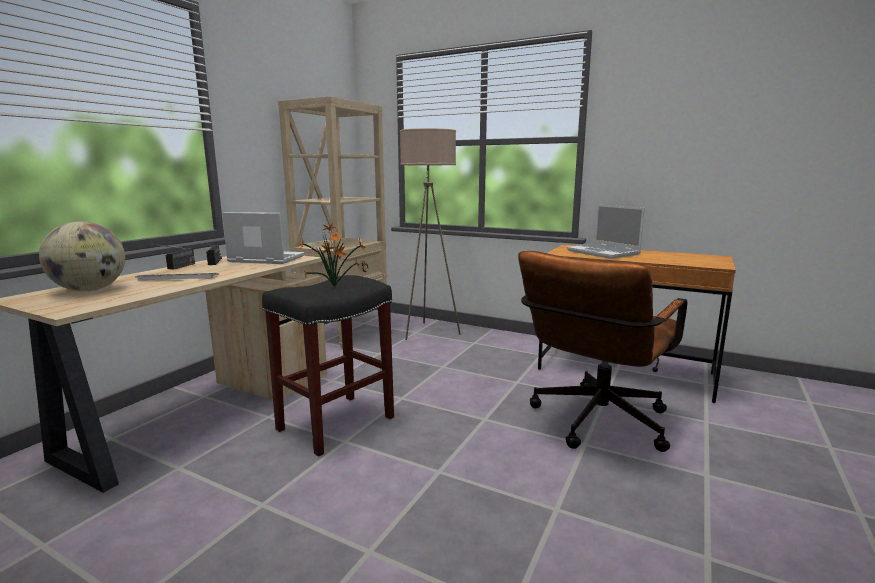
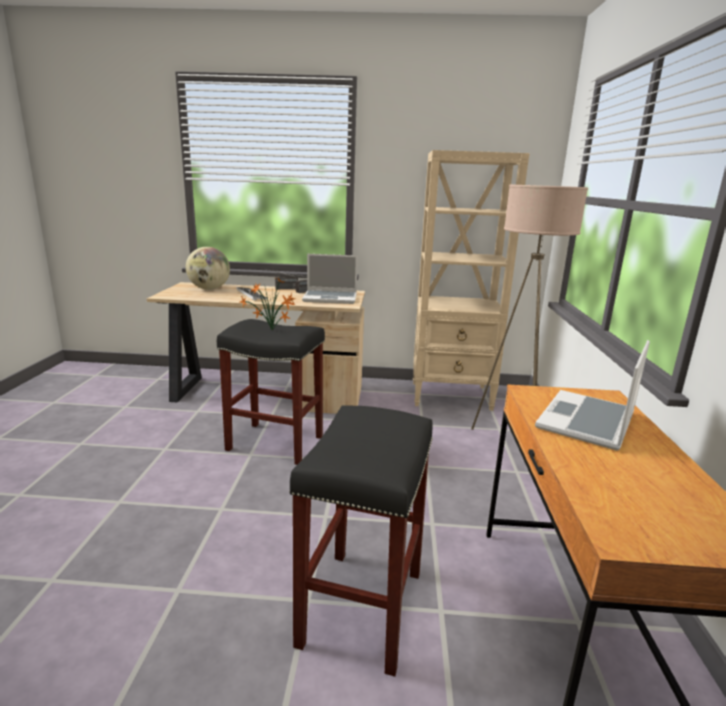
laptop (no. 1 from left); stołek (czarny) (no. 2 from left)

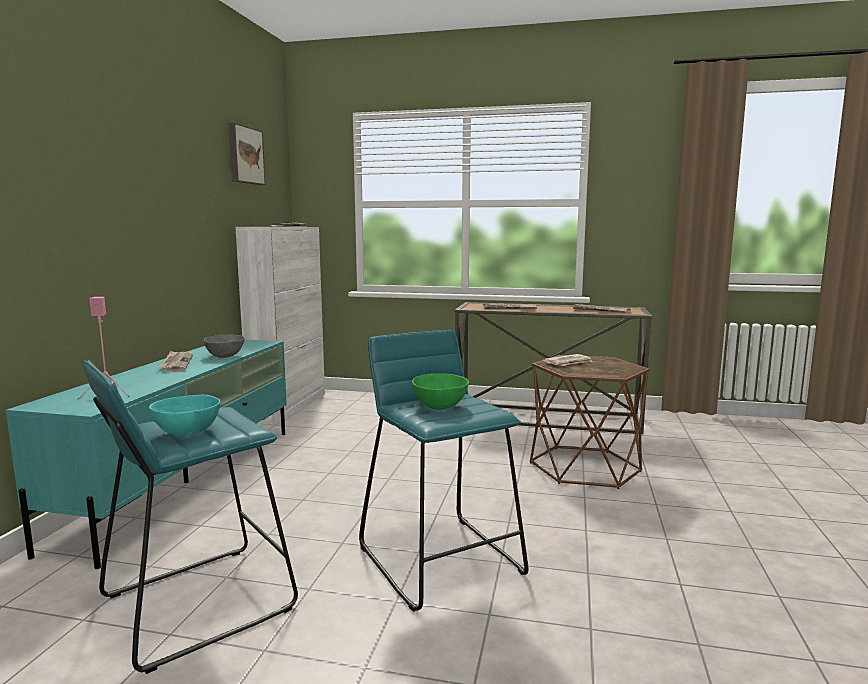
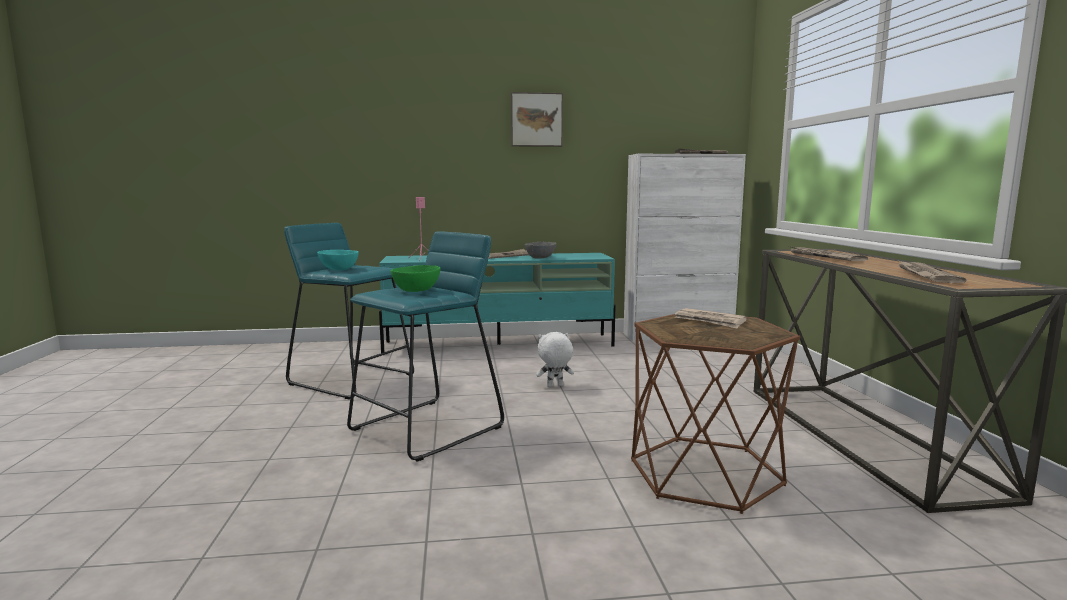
obraz; pluszak (biały)

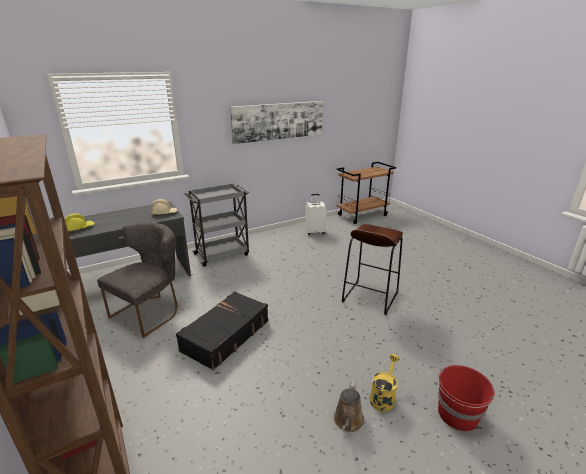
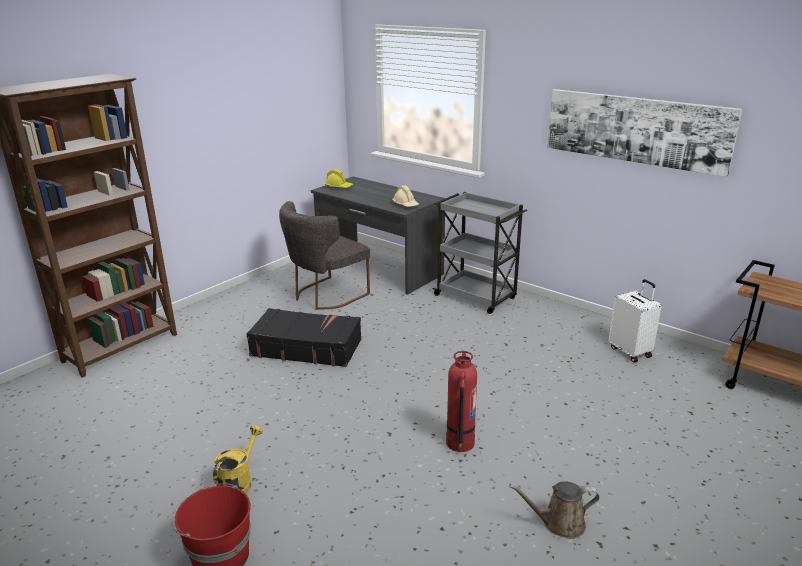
krzesło (szary); gaśnica; konewka (żółty); konewka (brązowy)

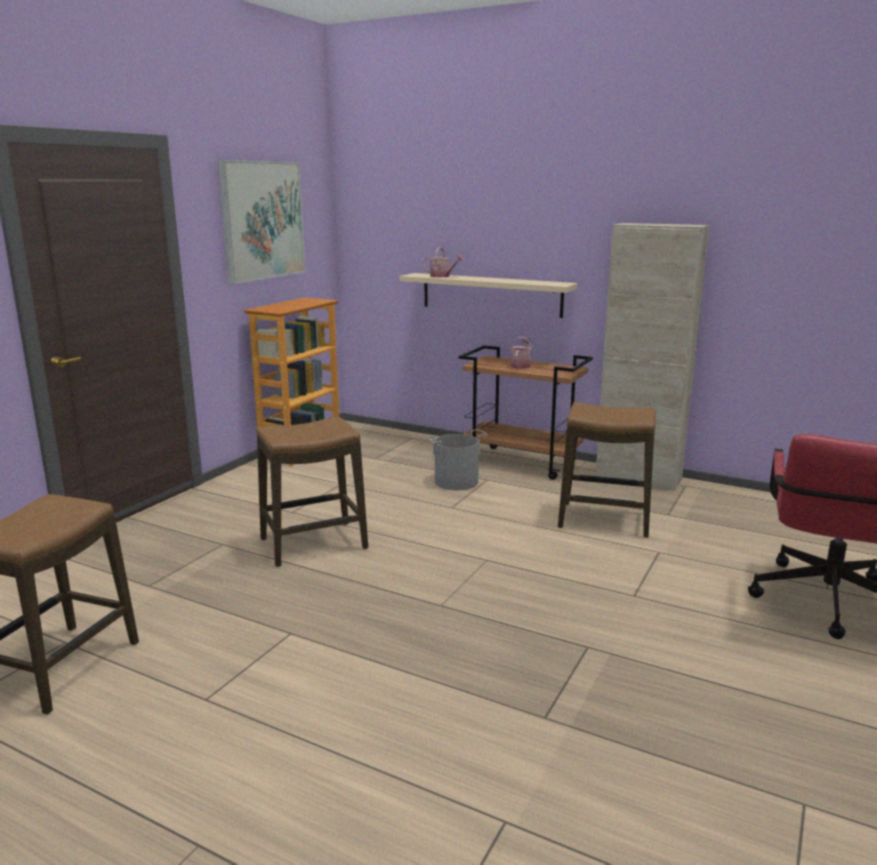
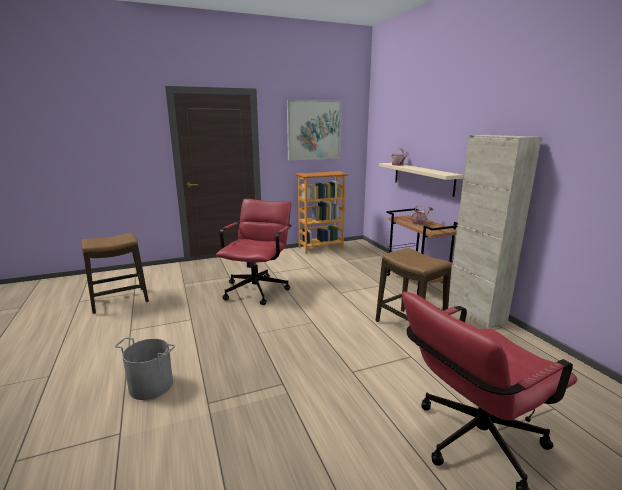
krzesło biurowe (czerwony) (no. 1 from left); wiadro (szary)

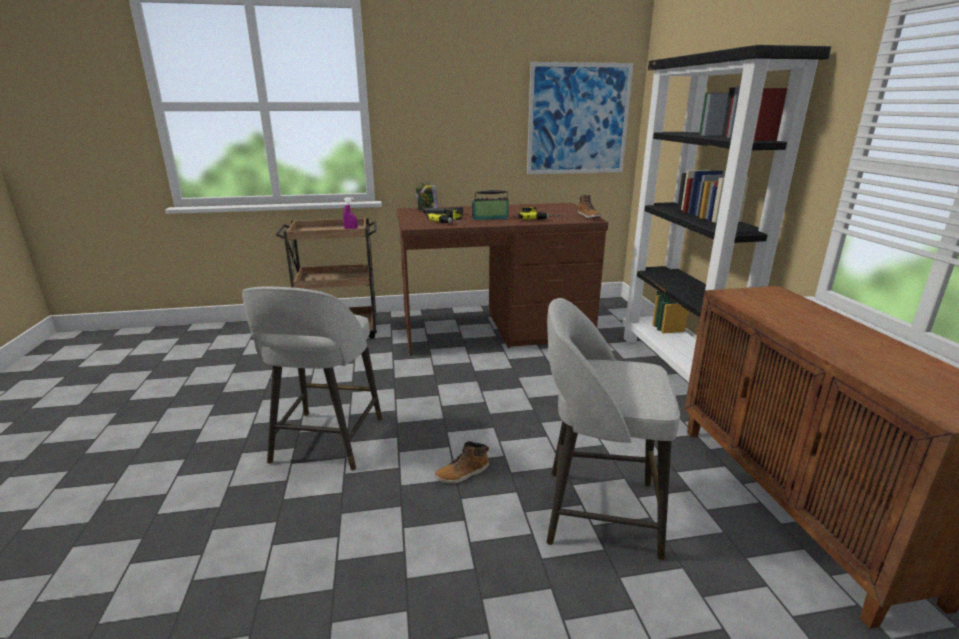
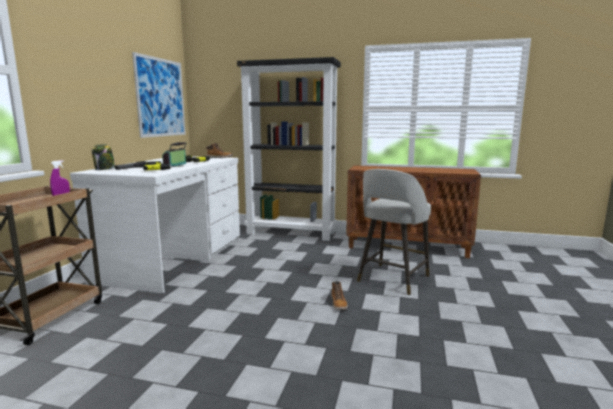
biurko (biały); stołek (szary) (no. 1 from left in the first image)

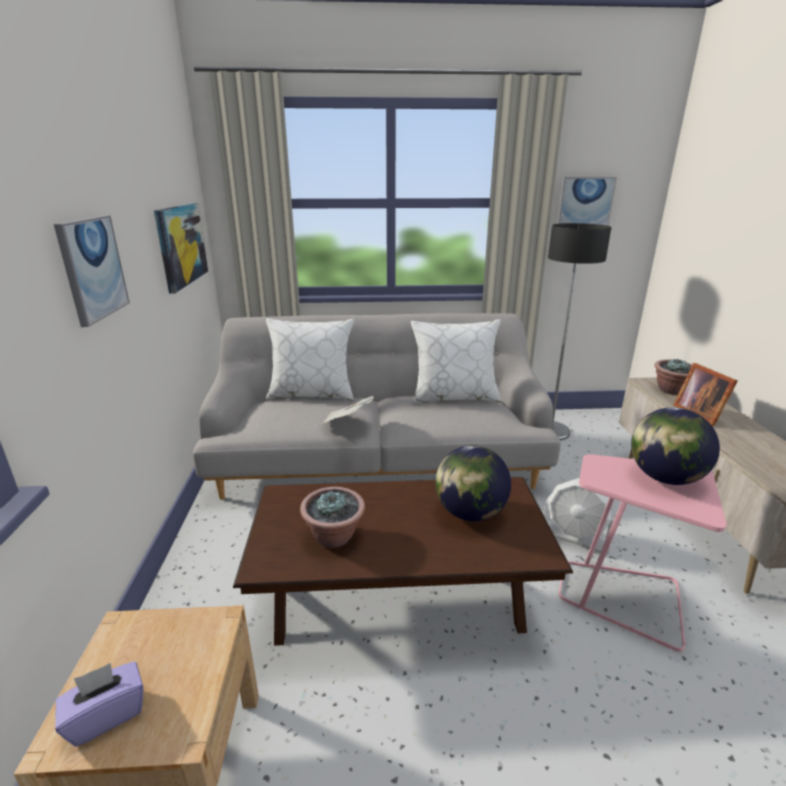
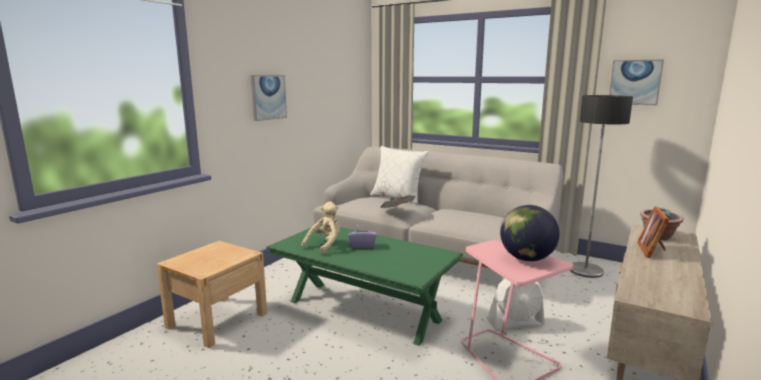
obraz (no. 2 from left in the first image); poduszka (biały) (no. 2 from left in the first image); globus (no. 1 from left in the first image); ława (zielony); wentylator (biały); pluszak (beżowy); pudełko chusteczek (fioletowy)

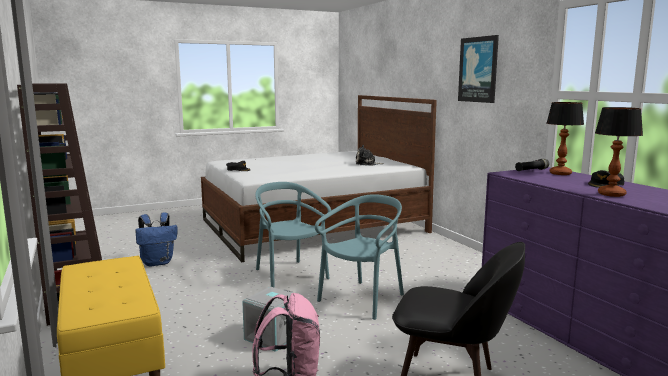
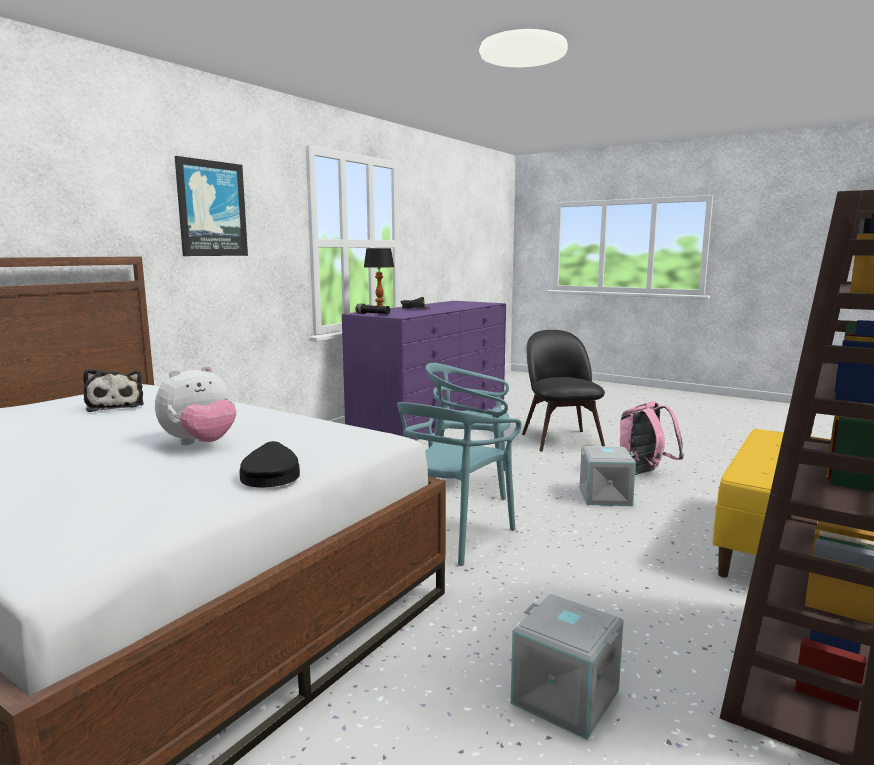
lampa stołowa (no. 2 from left in the first image); pojemnik do przechowywania (szary) (no. 1 from left); pluszak (no. 2 from left)

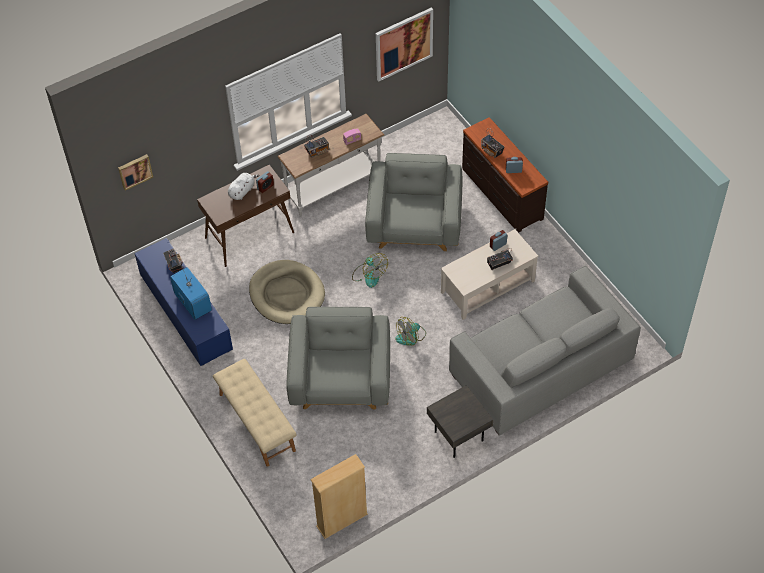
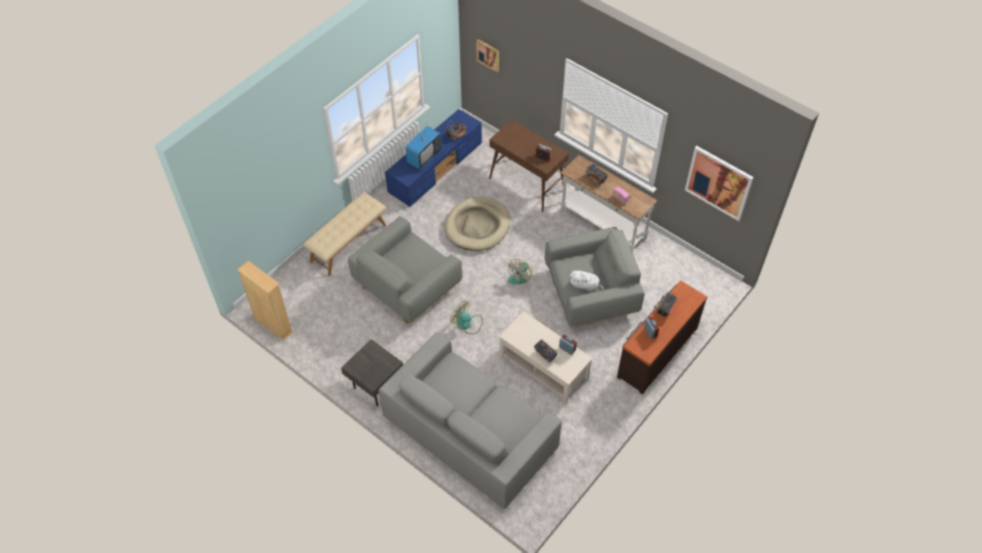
pluszak (biały); fotel (szary) (no. 1 from left)

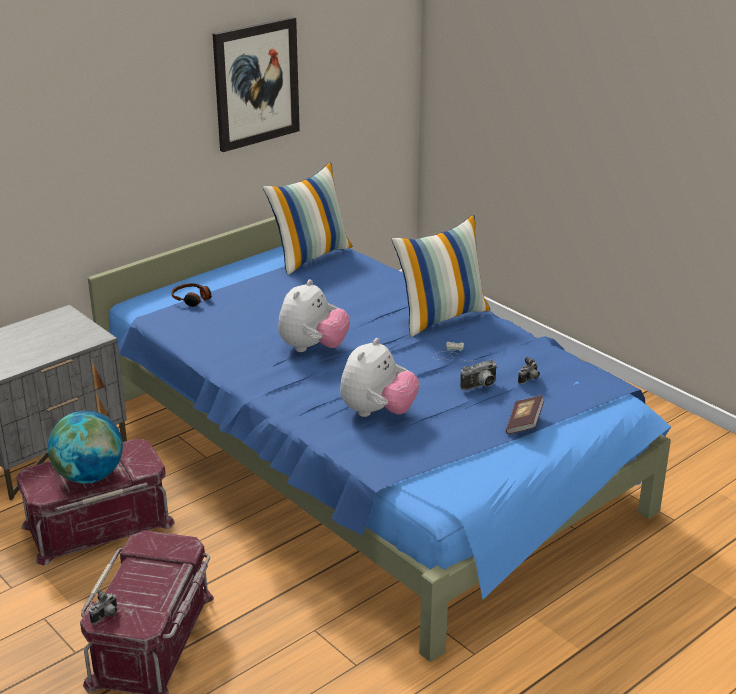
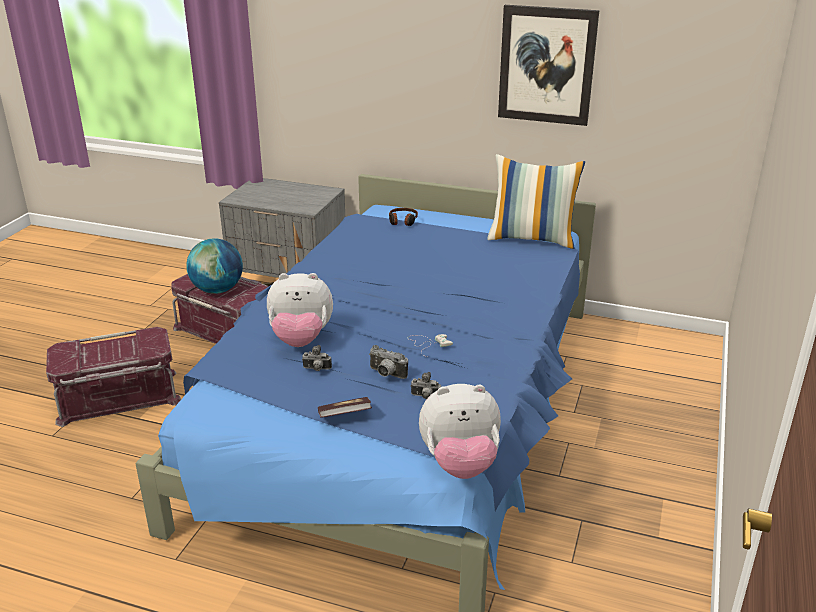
poduszka (no. 2 from left in the first image); pluszak (no. 2 from left); aparat fotograficzny (no. 1 from left)

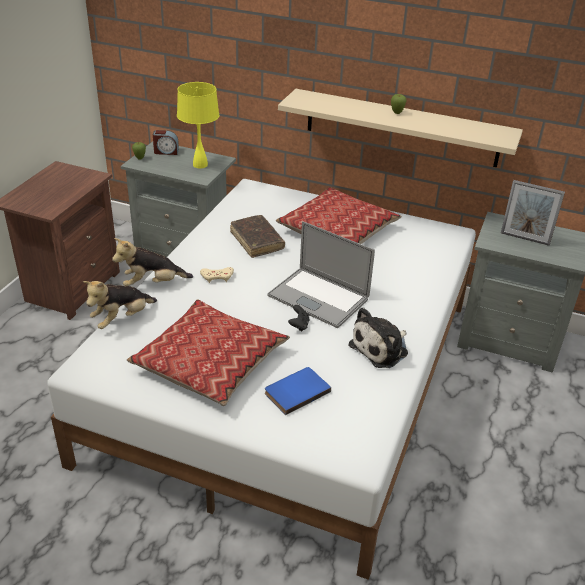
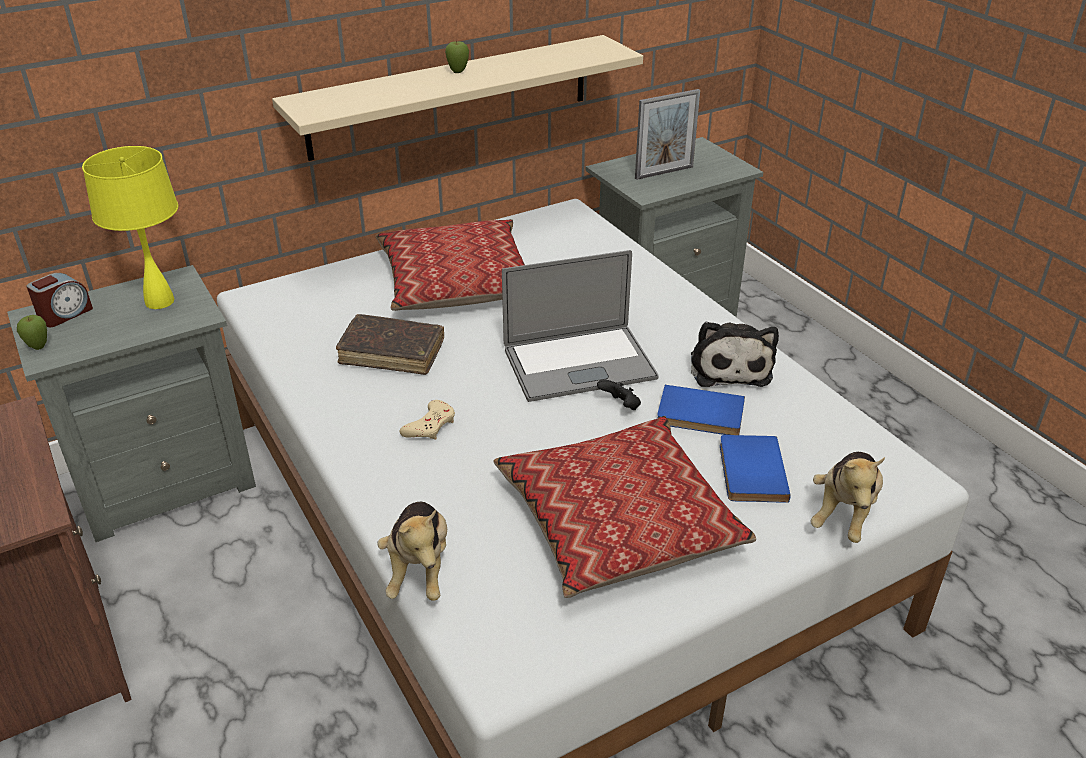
pluszak (no. 3 from left); książka (niebieski) (no. 1 from left)

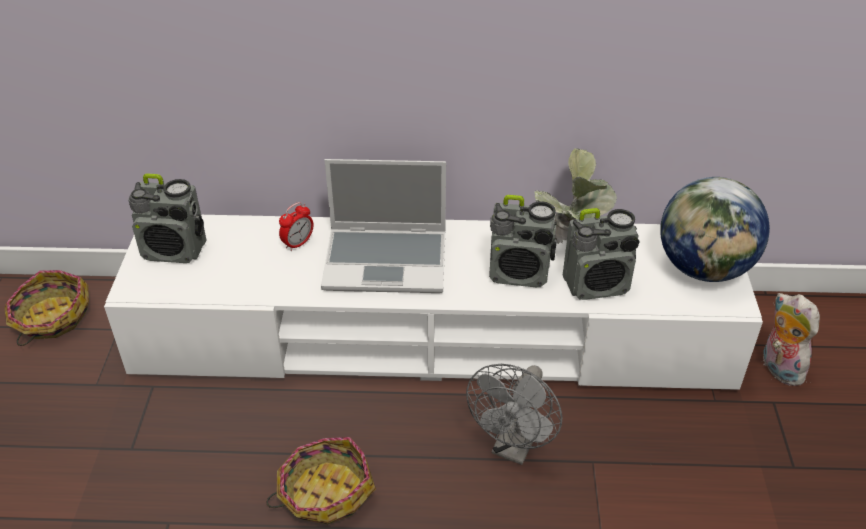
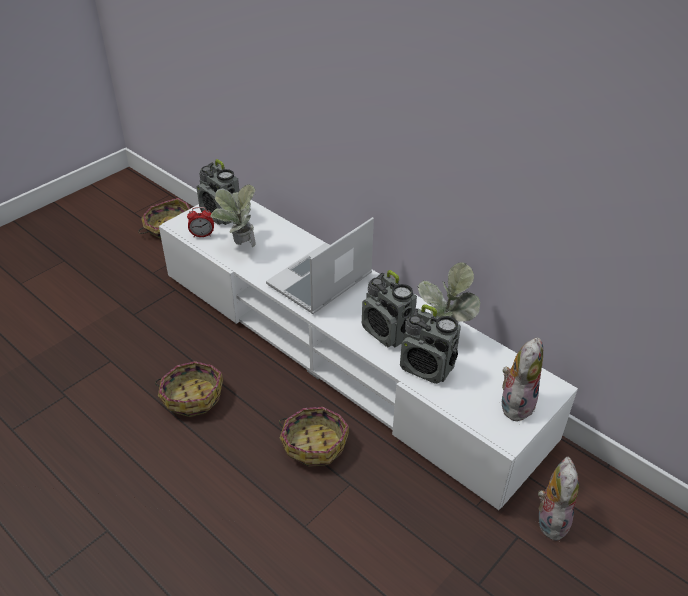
laptop; pluszak (no. 1 from left); budzik; koszyk (no. 3 from left); roślina doniczkowa (no. 1 from left)

